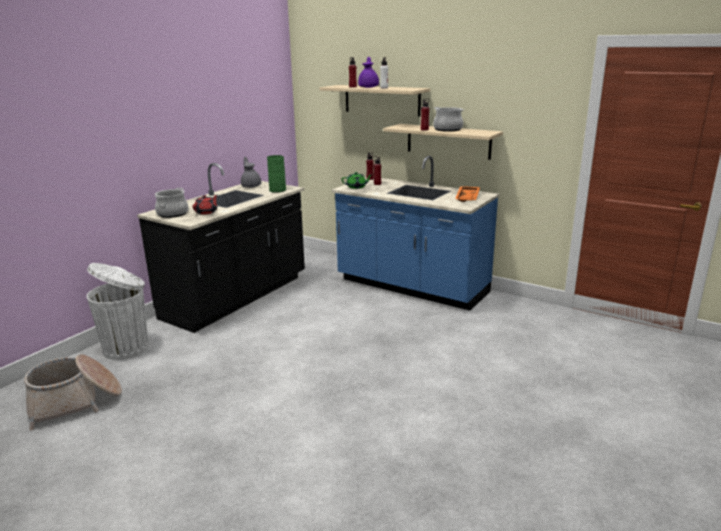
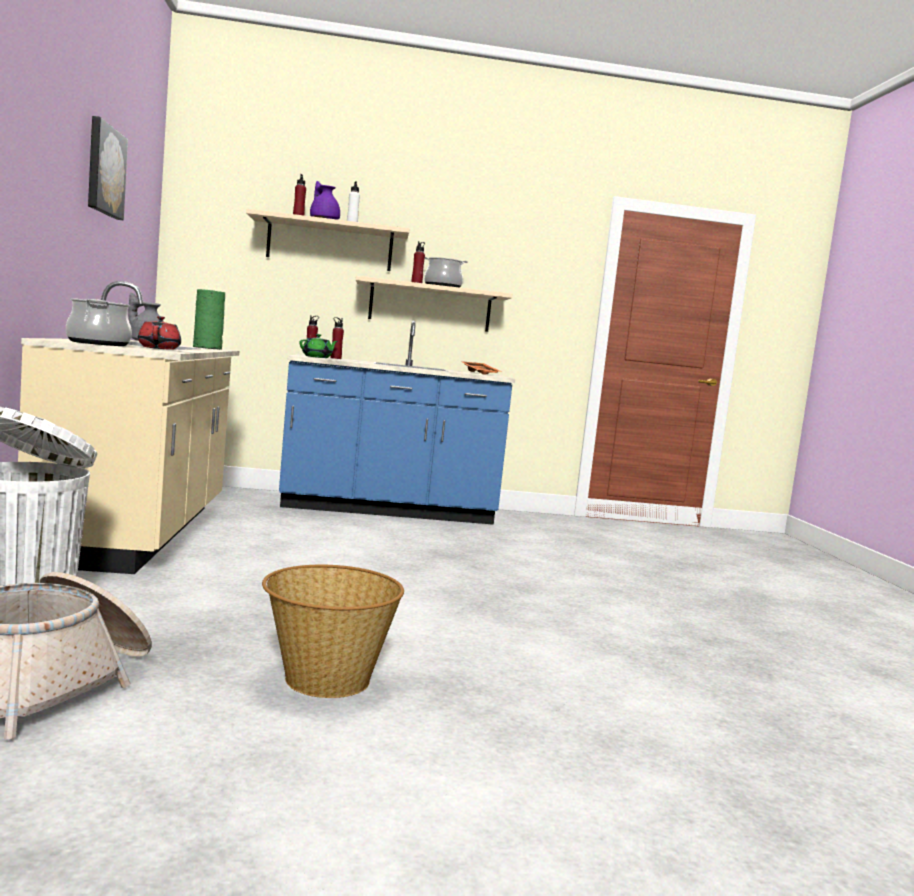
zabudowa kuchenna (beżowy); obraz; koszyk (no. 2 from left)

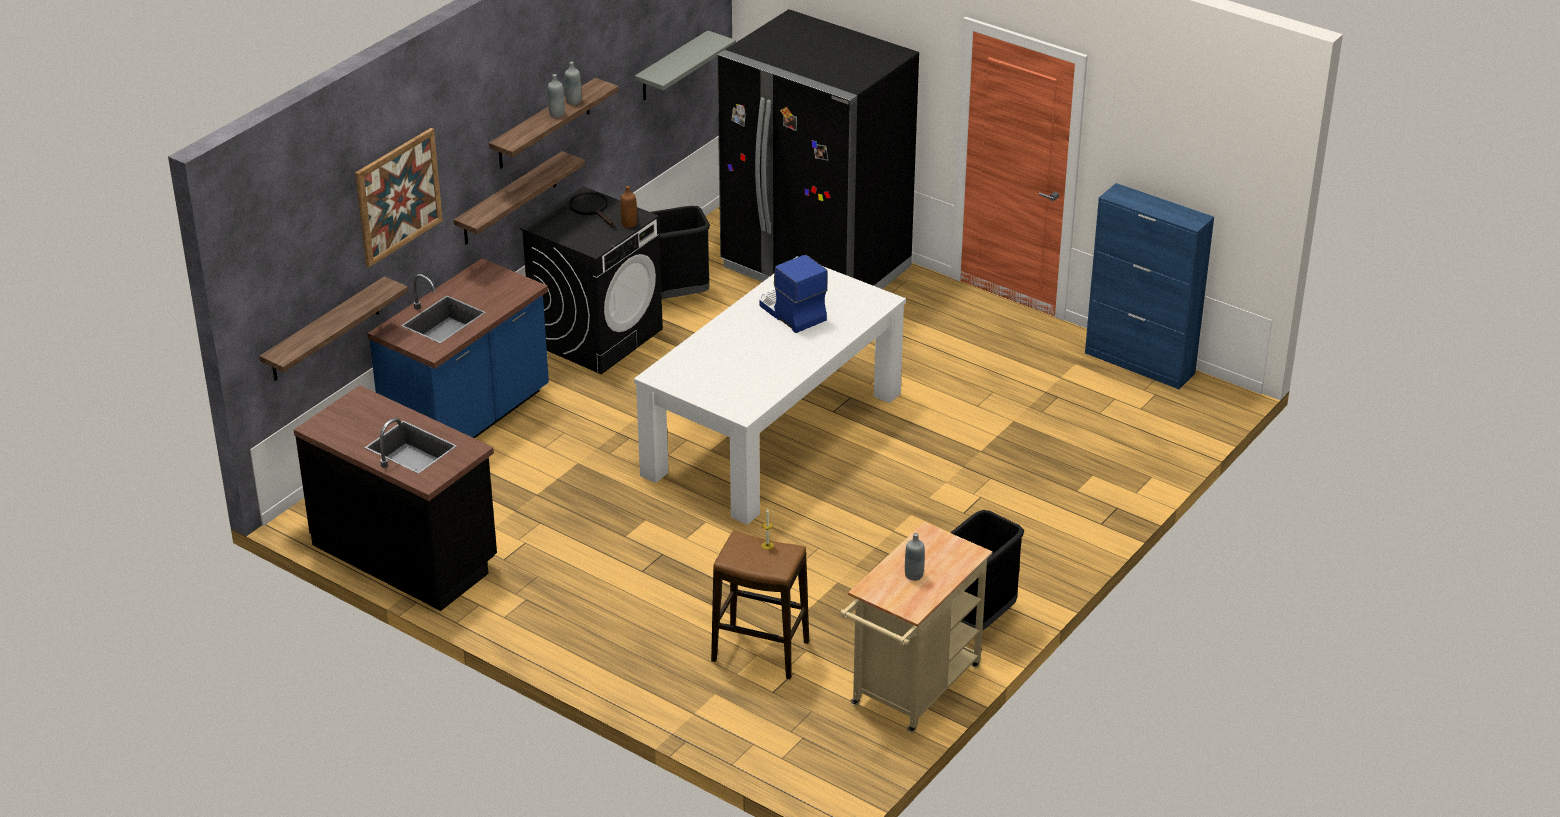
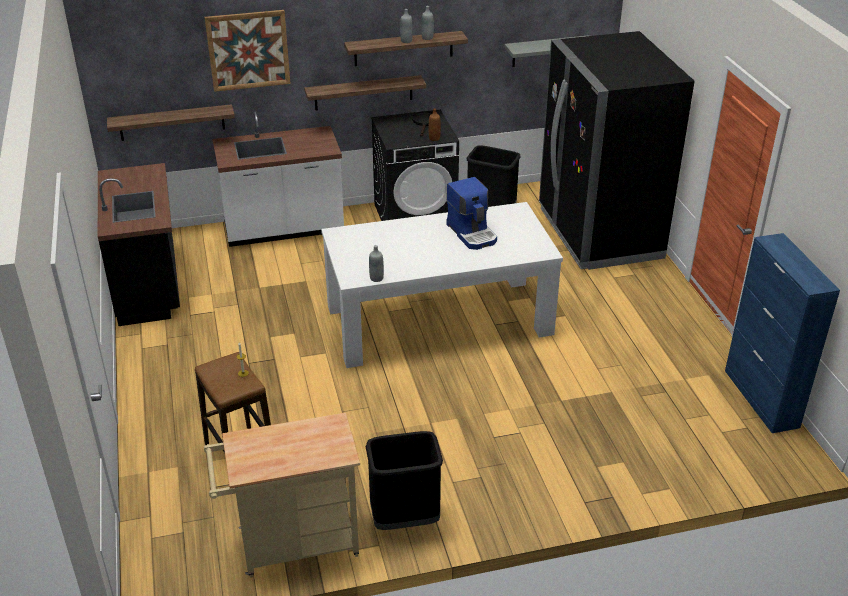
ekspres do kawy; zabudowa kuchenna (biały); butelka (szary) (no. 1 from left)

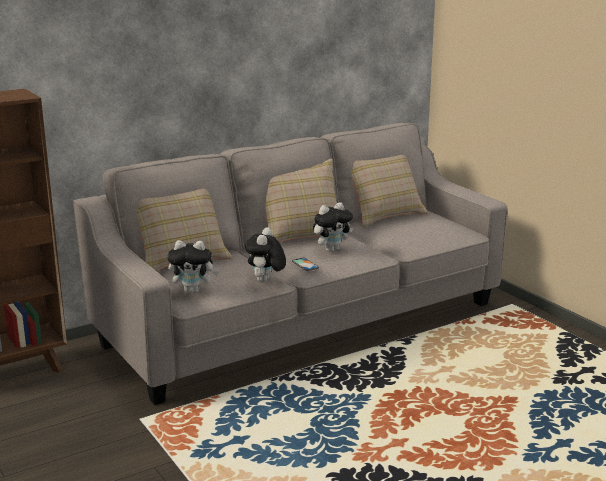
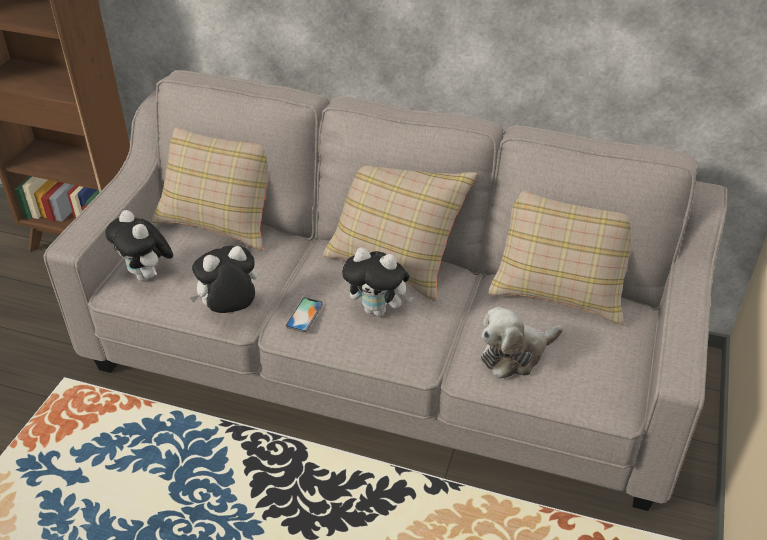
pluszak (no. 4 from left)

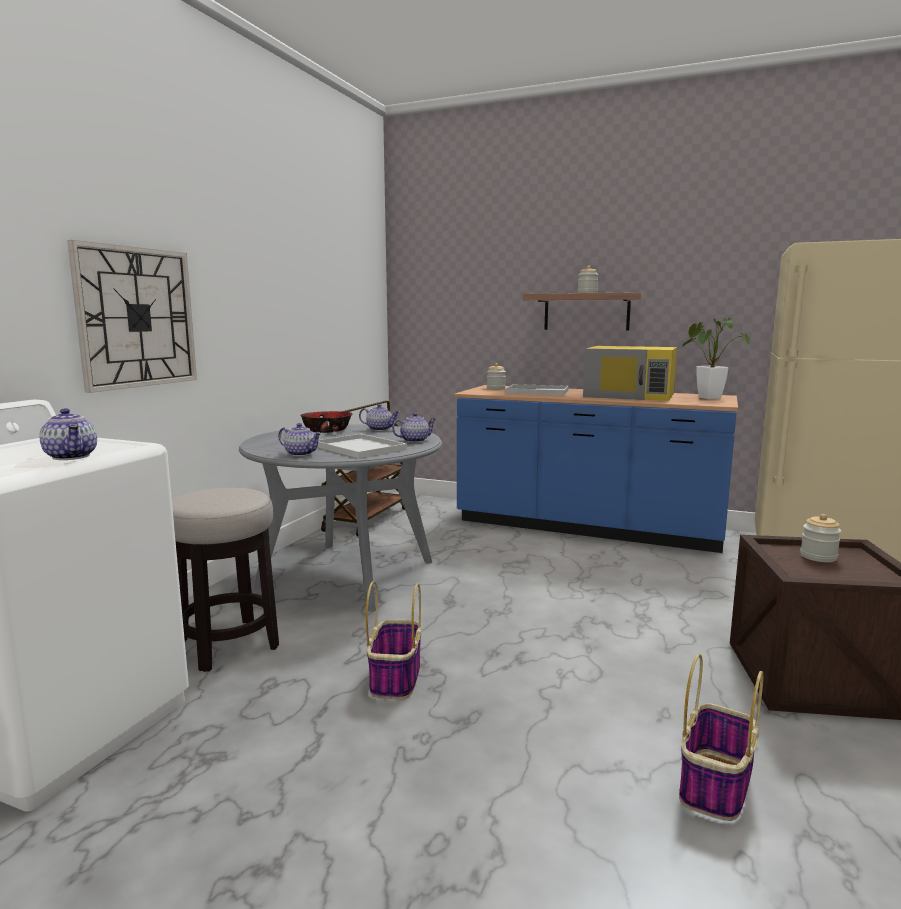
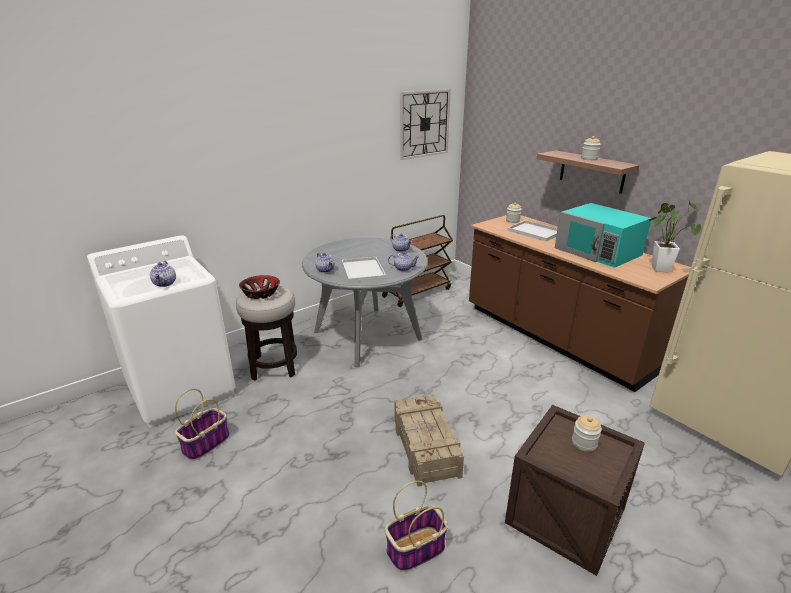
zegar ścienny; mikrofalówka (turkusowy); zabudowa kuchenna (brązowy); miska; koszyk (no. 1 from left); skrzynka (no. 1 from left)

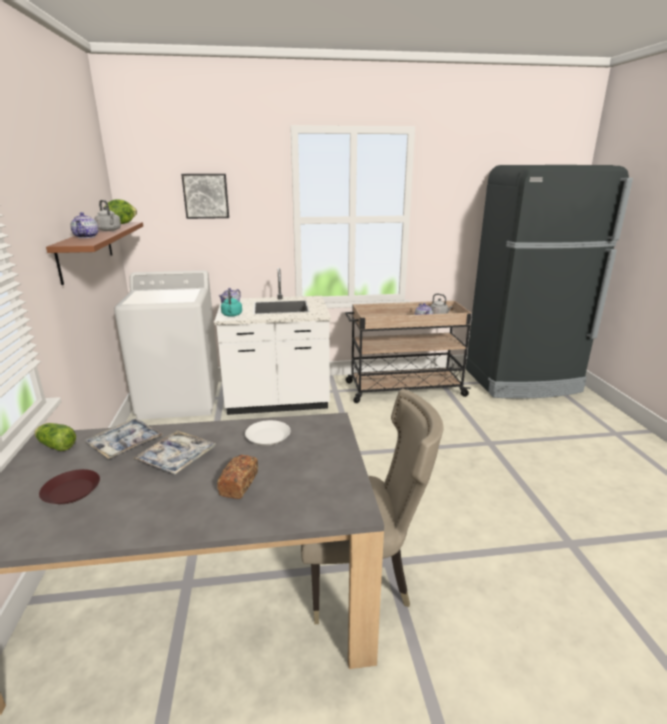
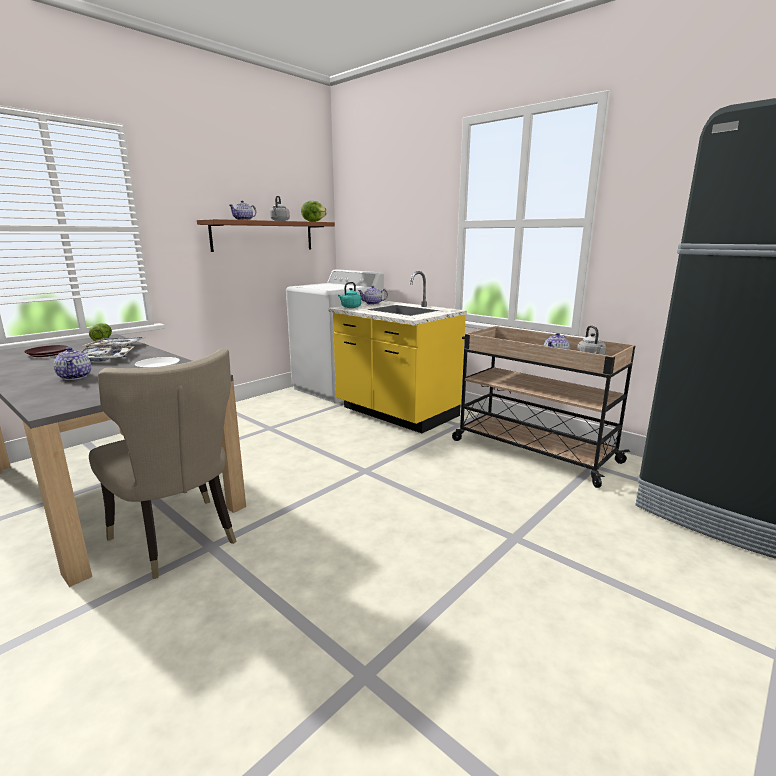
obraz; zabudowa kuchenna (żółty); imbryk (no. 1 from left)

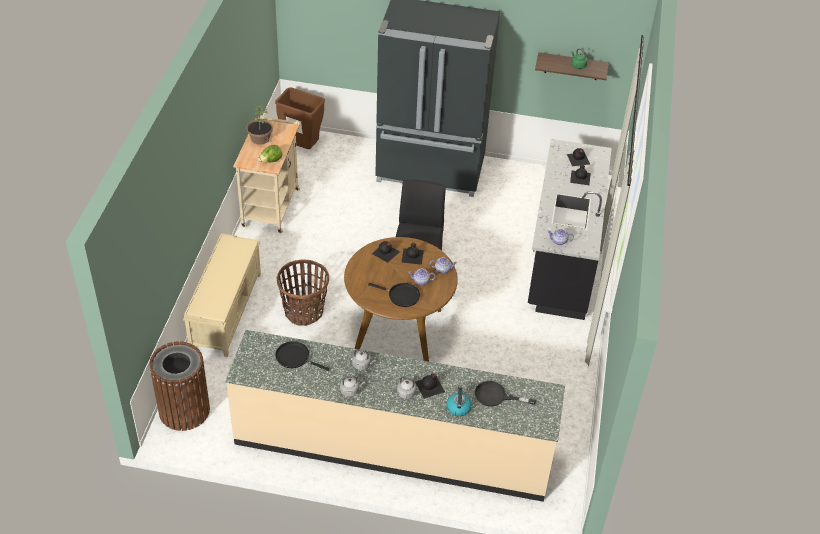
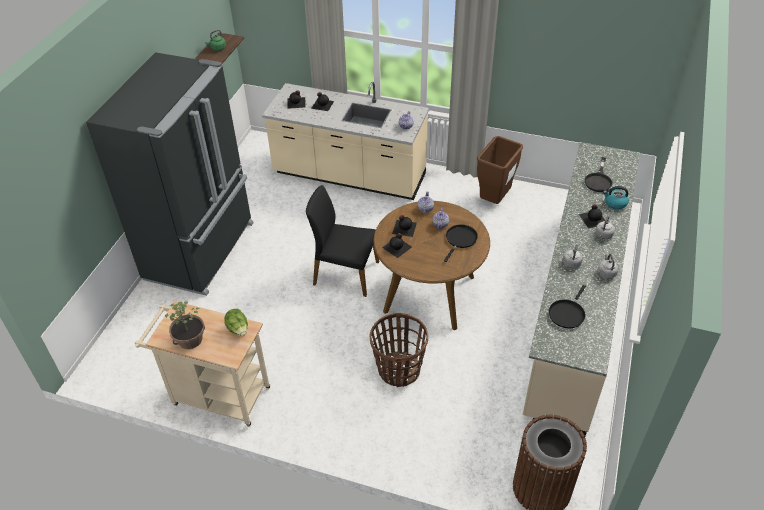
kosz na śmieci (brązowy) (no. 1 from left); zabudowa kuchenna (beżowy) (no. 1 from left); ławka (beżowy)

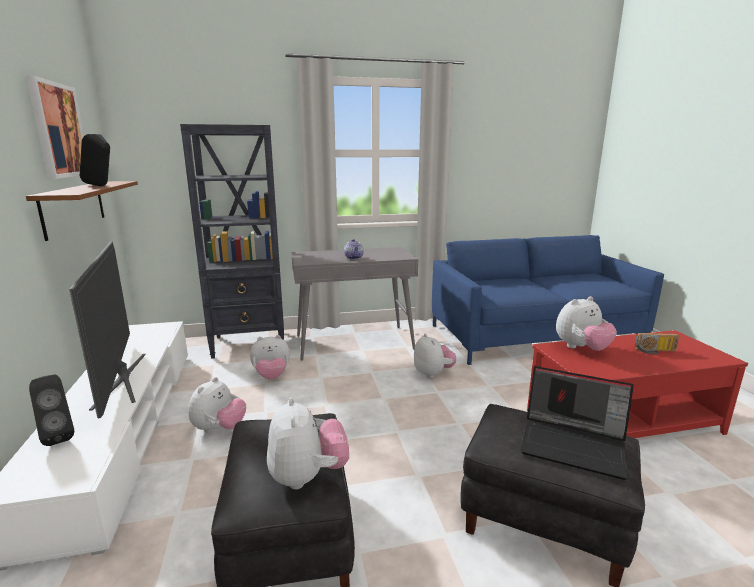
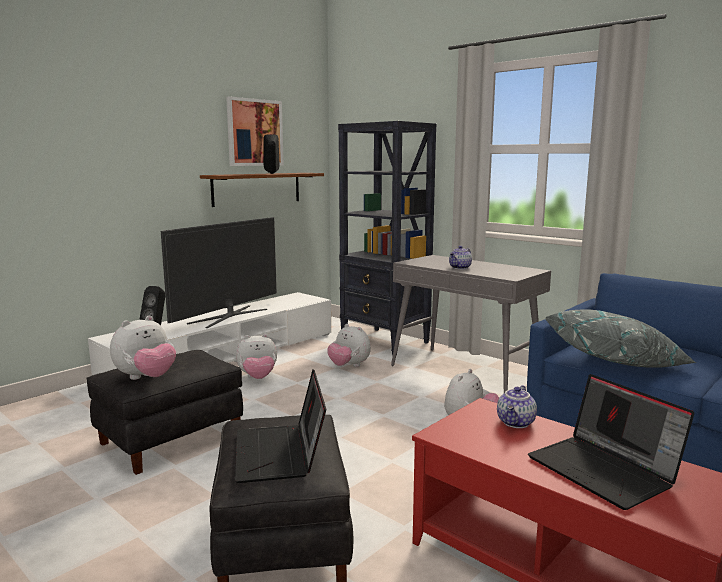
imbryk (no. 2 from left); laptop (no. 2 from left); poduszka (szary)

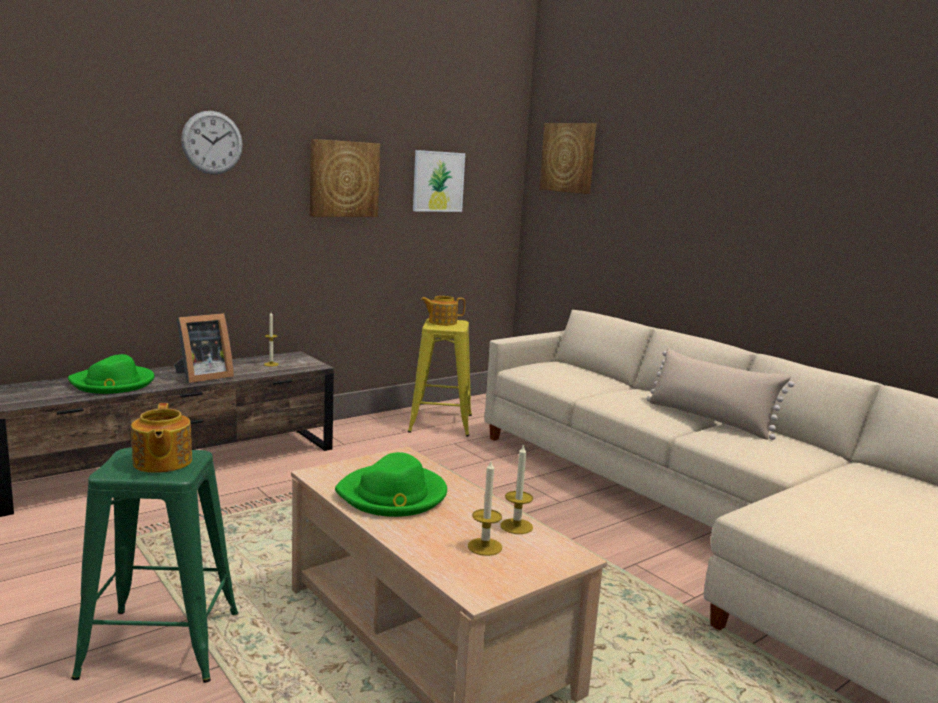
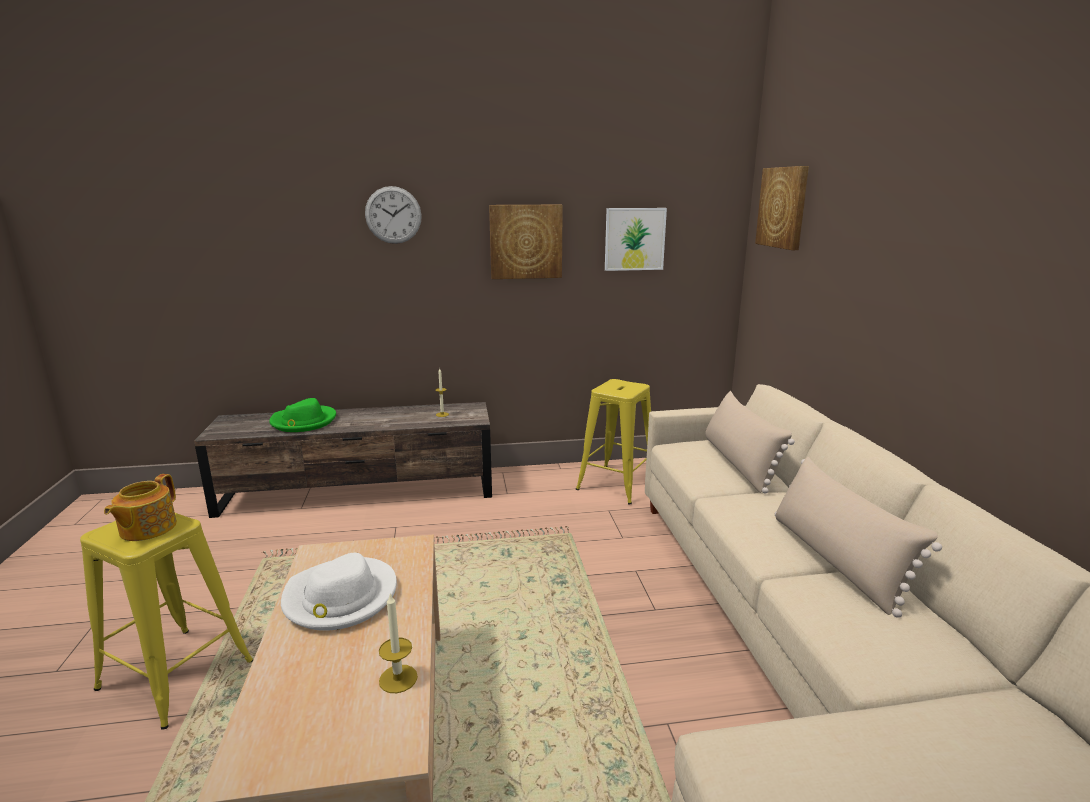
imbryk (no. 2 from left in the first image); ramka na zdjęcie; stołek (żółty) (no. 1 from left); kapelusz (biały); świeca (no. 2 from left in the first image); poduszka (beżowy) (no. 1 from left)

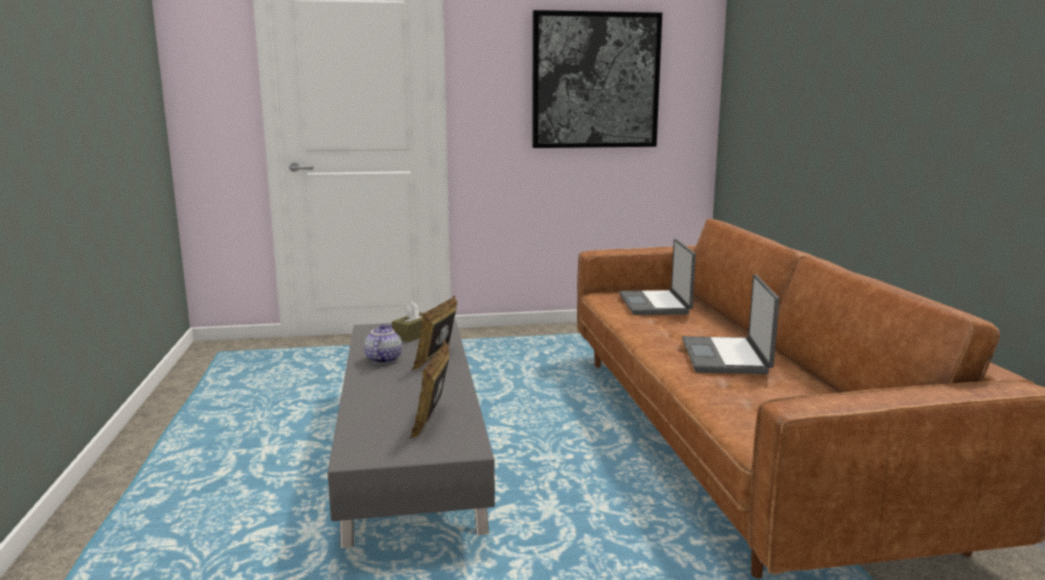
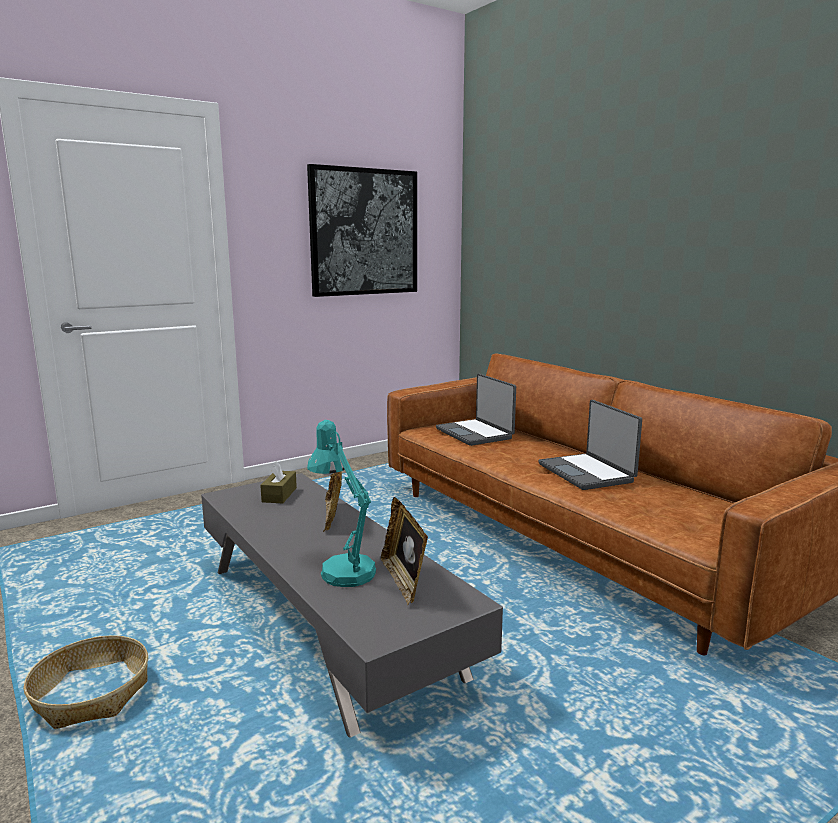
imbryk; lampa stołowa (turkusowy); koszyk

